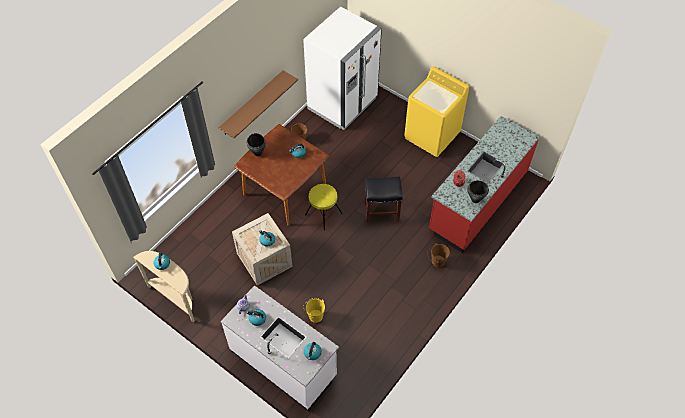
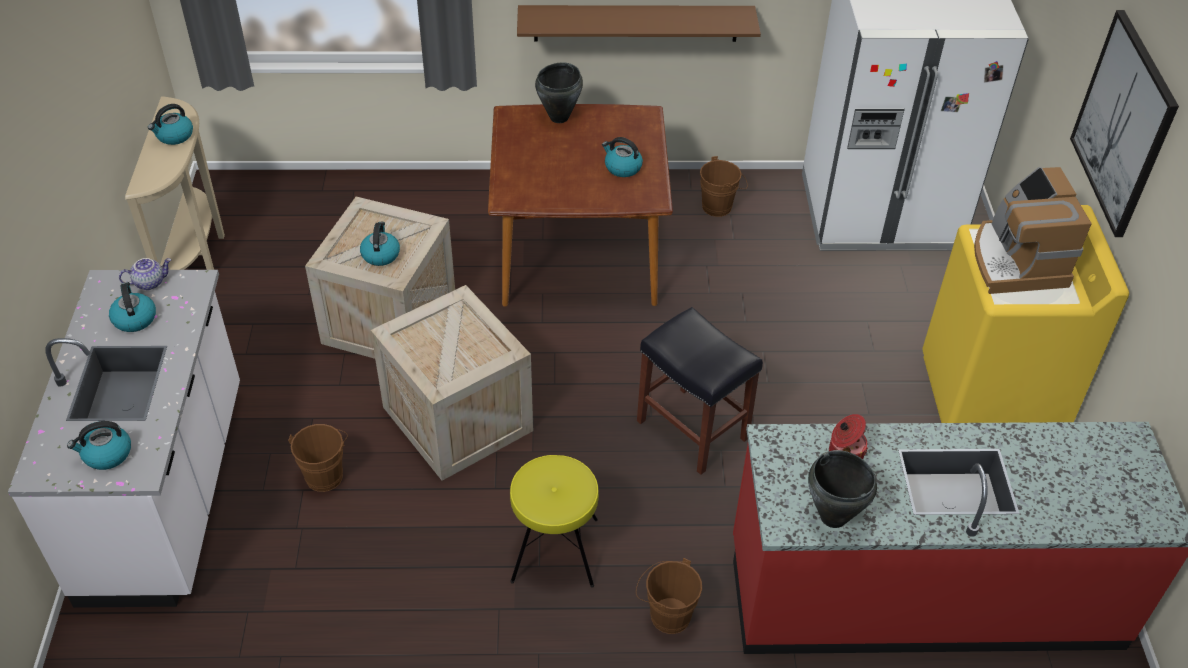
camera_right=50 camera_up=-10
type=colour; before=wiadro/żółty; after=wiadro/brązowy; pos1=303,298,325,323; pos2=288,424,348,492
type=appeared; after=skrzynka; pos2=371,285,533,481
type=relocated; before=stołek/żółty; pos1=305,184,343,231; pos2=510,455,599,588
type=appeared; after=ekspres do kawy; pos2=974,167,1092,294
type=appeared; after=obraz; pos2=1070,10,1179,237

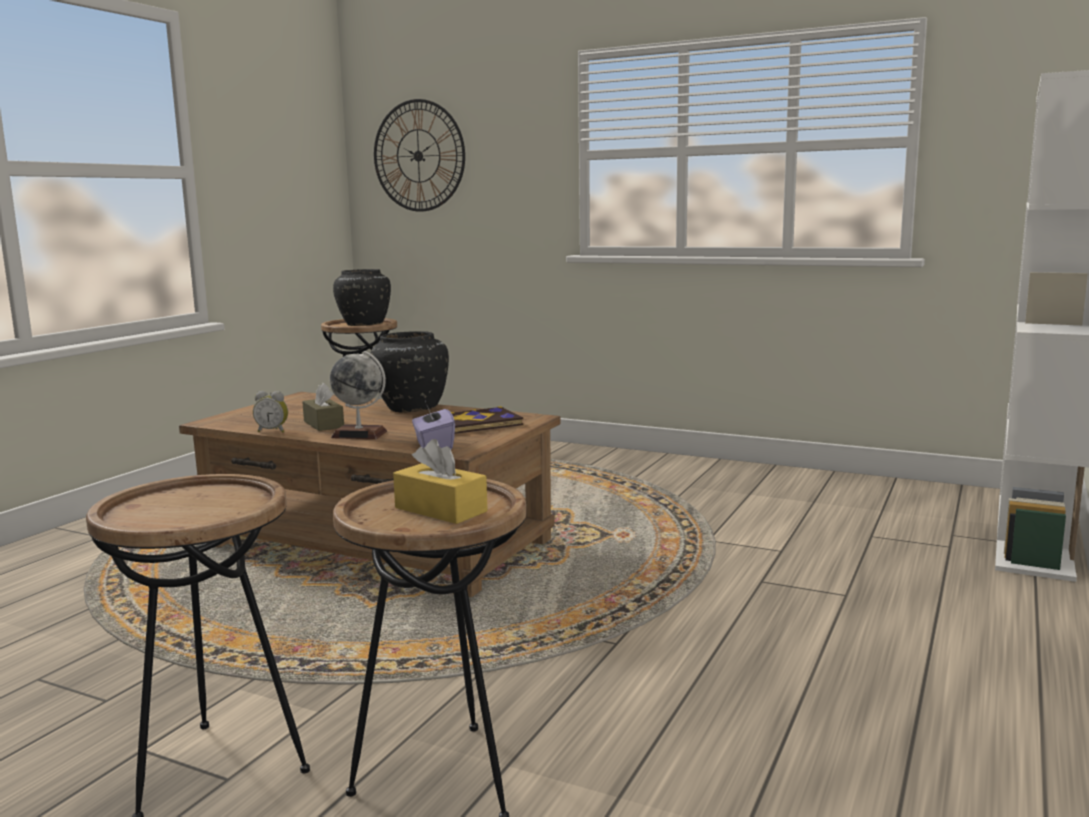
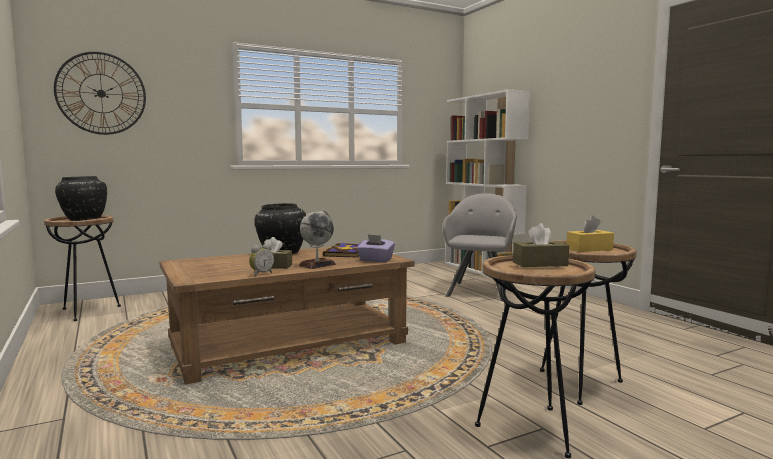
camera_right=-55 camera_up=-5
type=appeared; after=fotel/szary; pos2=443,193,517,302
type=appeared; after=pudełko chusteczek/brązowy; pos2=513,223,569,267

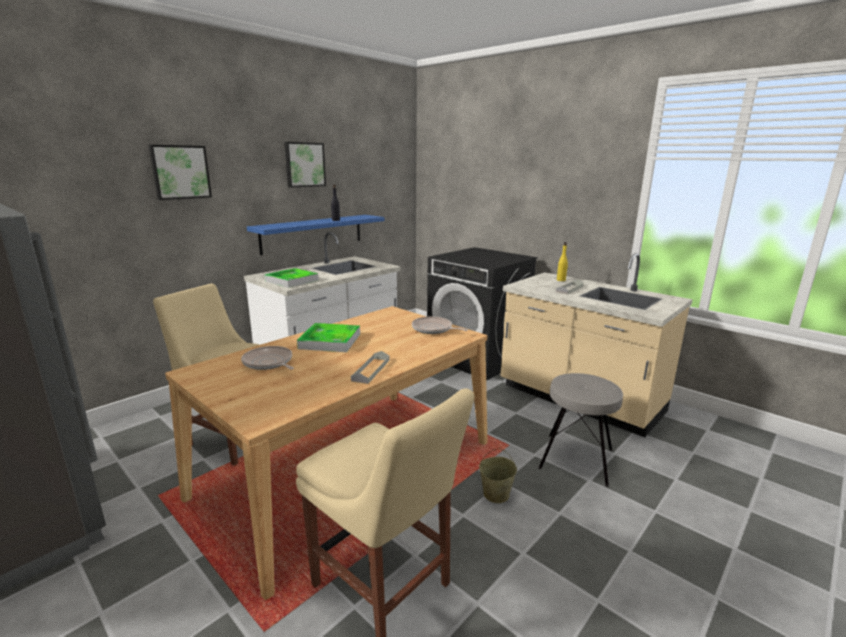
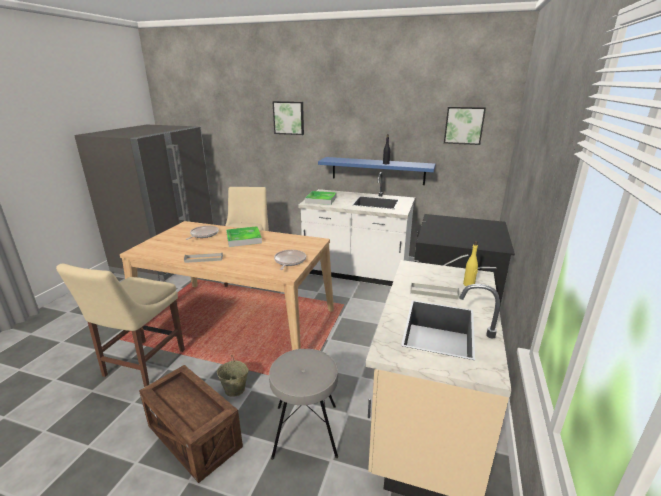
camera_right=65 camera_up=5
type=appeared; after=skrzynka; pos2=139,365,243,483
type=relocated; before=obraz; pos1=284,142,326,188; pos2=444,107,486,145

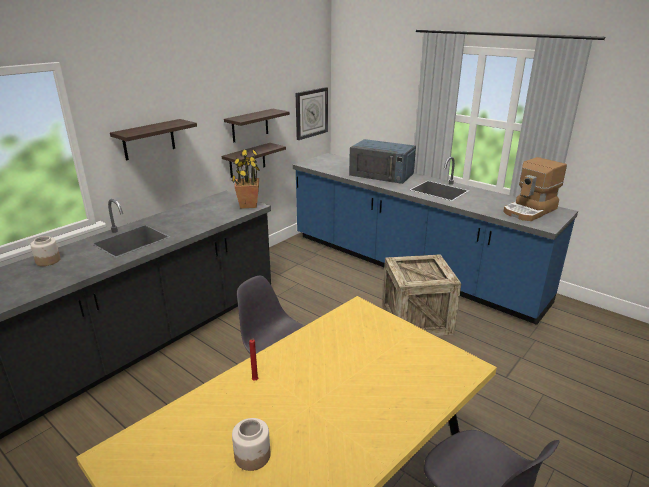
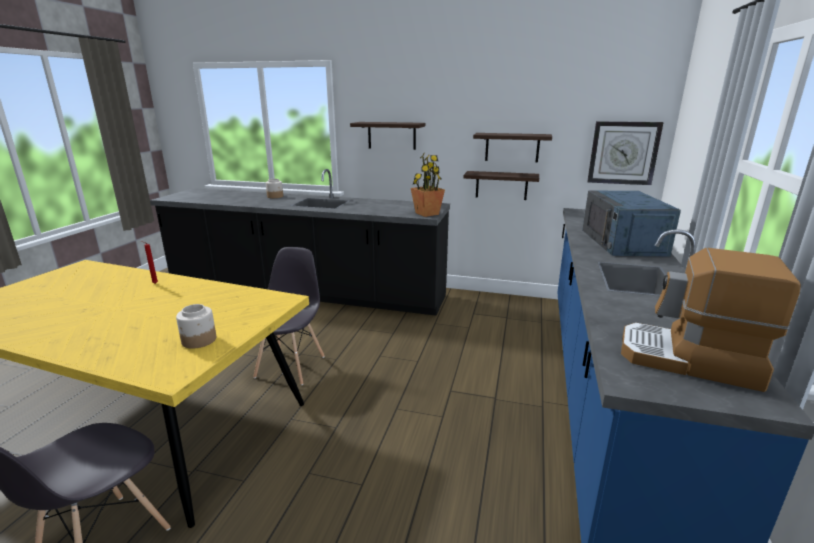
camera_right=65 camera_up=-5
type=relocated; before=słoik; pos1=232,418,270,471; pos2=176,304,216,349
type=missing; before=skrzynka; pos1=382,254,462,336

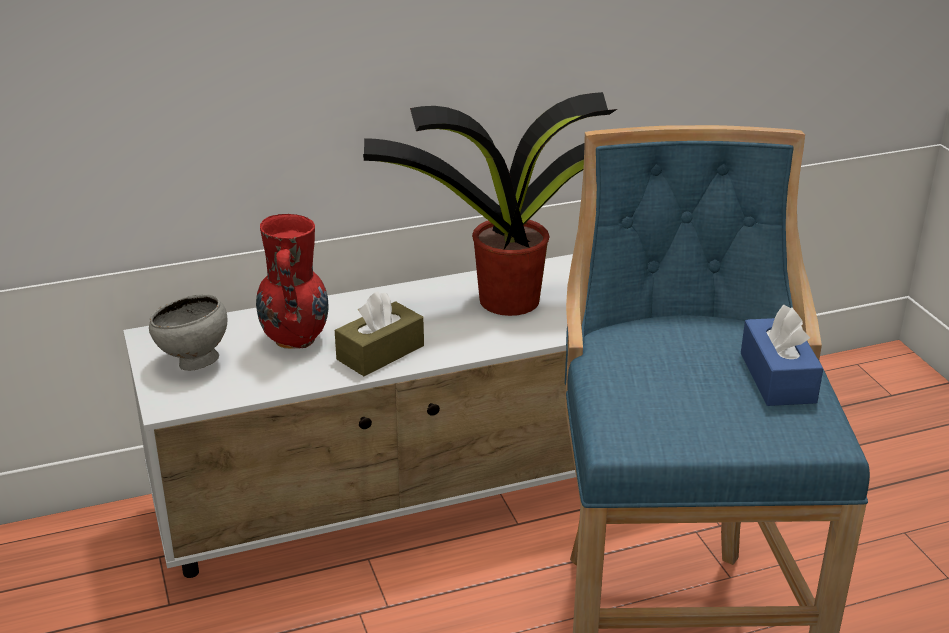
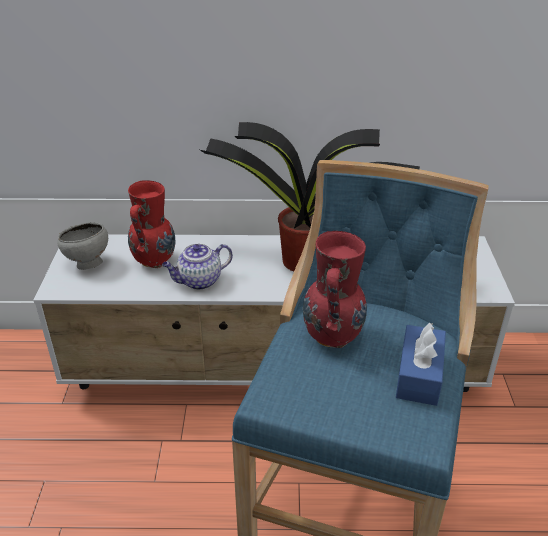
camera_right=20 camera_up=5
type=exchanged; before=pudełko chusteczek/brązowy; after=imbryk; pos1=335,291,424,376; pos2=162,243,233,290
type=appeared; after=wazon/czerwony; pos2=303,231,367,348

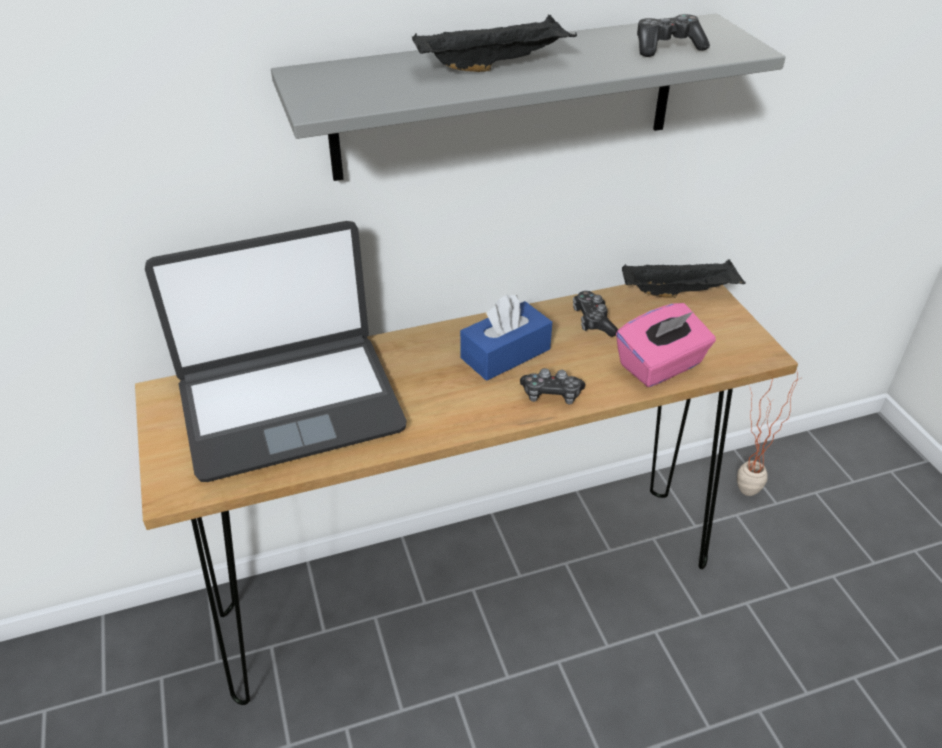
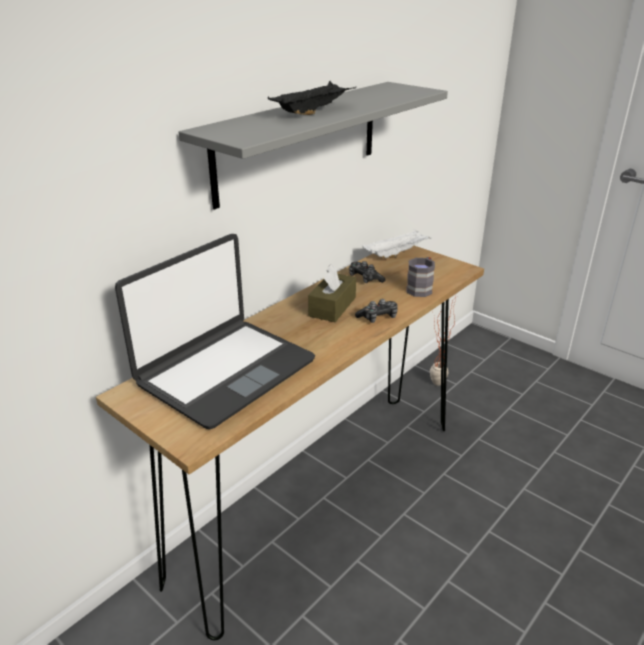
camera_right=-30 camera_up=-10
type=colour; before=pudełko chusteczek/niebieski; after=pudełko chusteczek/brązowy; pos1=460,294,552,381; pos2=308,264,356,322
type=colour; before=taca/czarny; after=taca/biały; pos1=622,259,746,298; pos2=363,229,432,258
type=exchanged; before=pudełko chusteczek/różowy; after=kubek/szary; pos1=616,303,716,387; pos2=406,257,435,297
type=missing; before=pad do gier; pos1=637,14,710,57

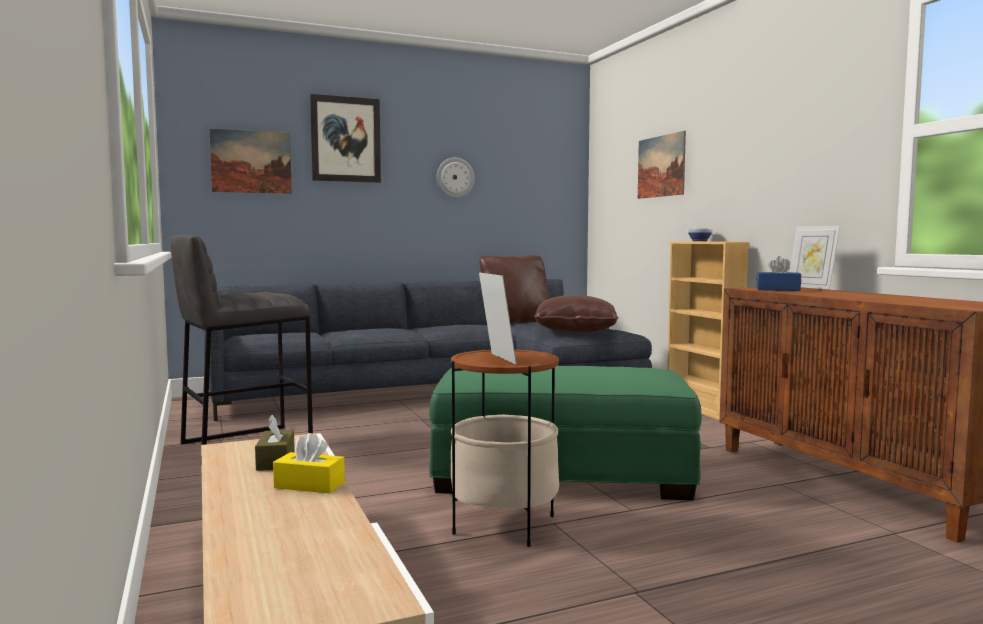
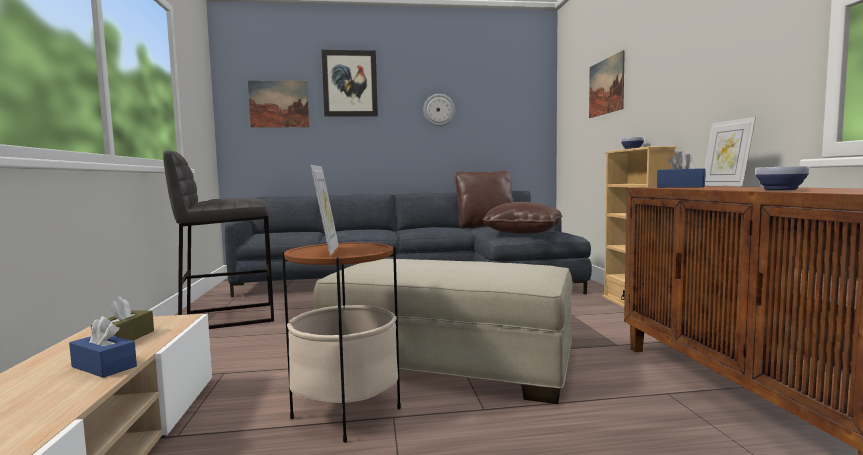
camera_right=15 camera_up=0
type=colour; before=pudełko chusteczek/żółty; after=pudełko chusteczek/niebieski; pos1=273,433,345,494; pos2=69,316,137,378
type=colour; before=pufa/zielony; after=pufa/beżowy; pos1=429,366,702,500; pos2=313,259,573,404
type=appeared; after=miska; pos2=755,166,810,190

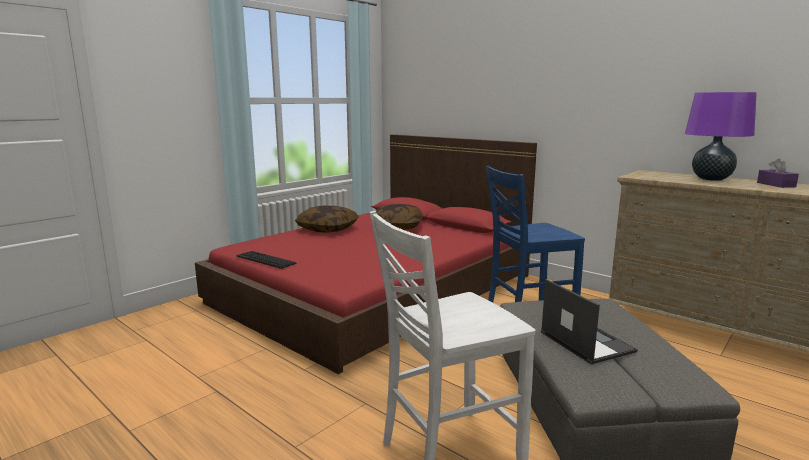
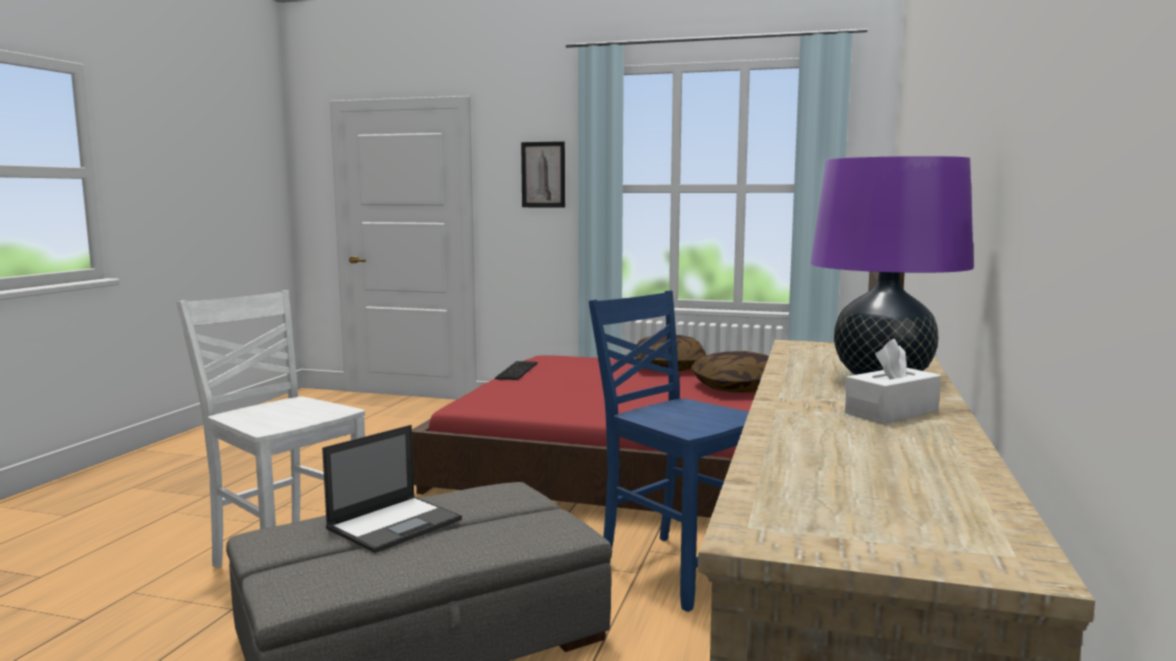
camera_right=65 camera_up=-5
type=appeared; after=obraz; pos2=521,141,565,208
type=colour; before=pudełko chusteczek/fioletowy; after=pudełko chusteczek/biały; pos1=757,159,799,188; pos2=845,339,941,424

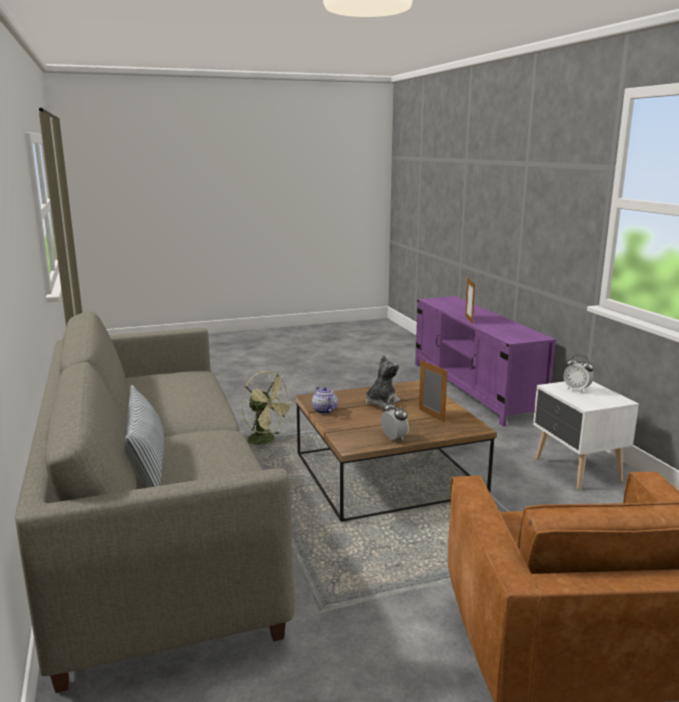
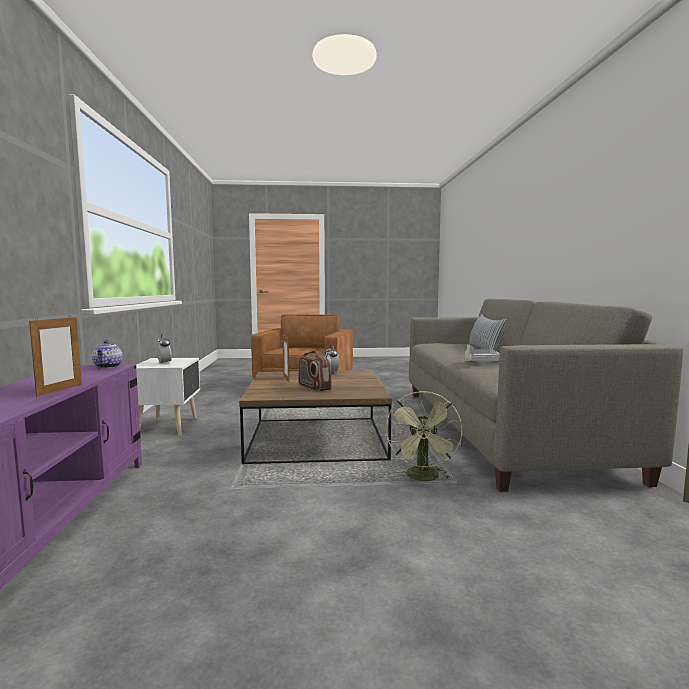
camera_right=-165 camera_up=-10
type=relocated; before=imbryk; pos1=312,387,338,414; pos2=92,340,123,368
type=exchanged; before=pluszak; after=radio; pos1=366,355,400,408; pos2=298,351,332,392
type=spun; before=wentylator/zielony; pos1=241,371,295,450; pos2=386,391,462,481; turn=-135
type=appeared; after=taca/szary; pos2=465,345,500,362

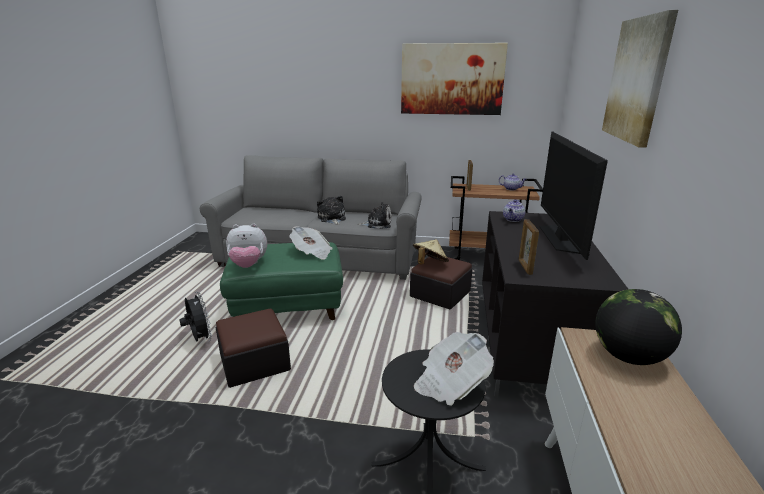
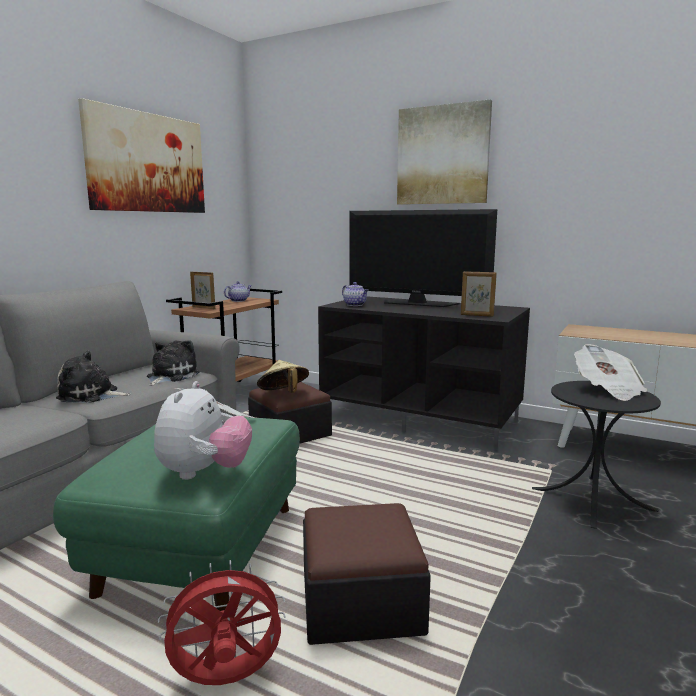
camera_right=-70 camera_up=-10
type=colour; before=wentylator/czarny; after=wentylator/czerwony; pos1=179,292,212,342; pos2=158,560,286,685
type=missing; before=globus; pos1=595,289,682,365

